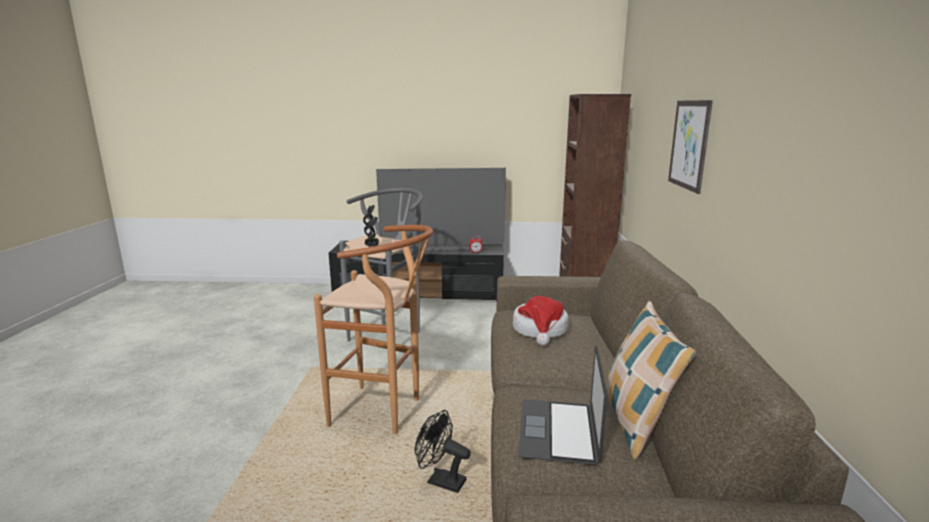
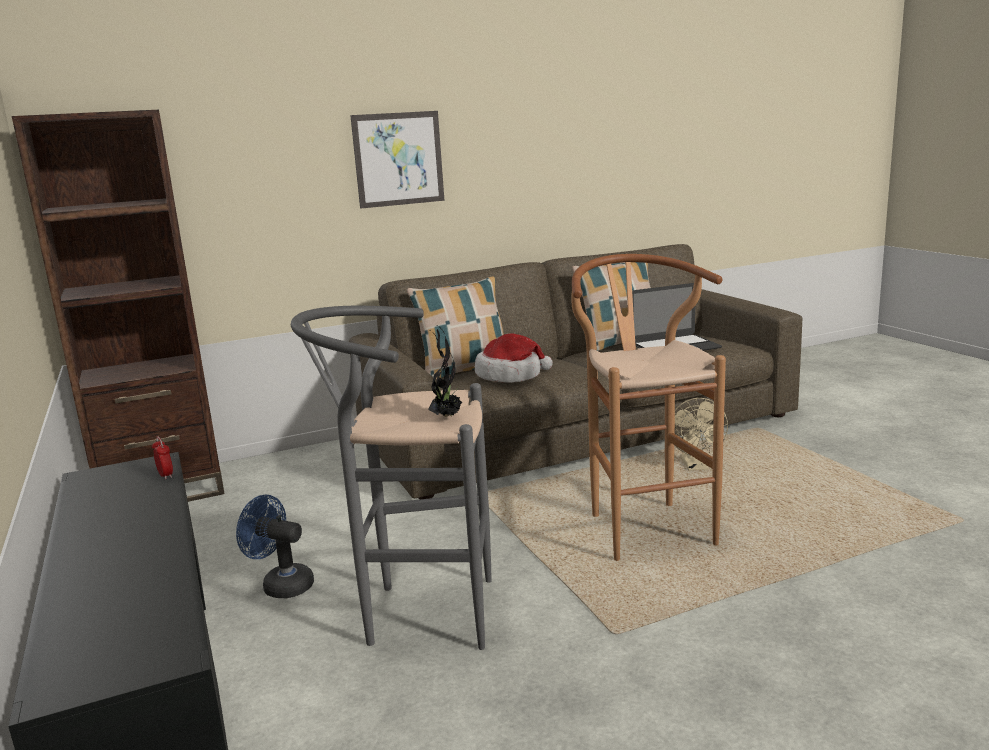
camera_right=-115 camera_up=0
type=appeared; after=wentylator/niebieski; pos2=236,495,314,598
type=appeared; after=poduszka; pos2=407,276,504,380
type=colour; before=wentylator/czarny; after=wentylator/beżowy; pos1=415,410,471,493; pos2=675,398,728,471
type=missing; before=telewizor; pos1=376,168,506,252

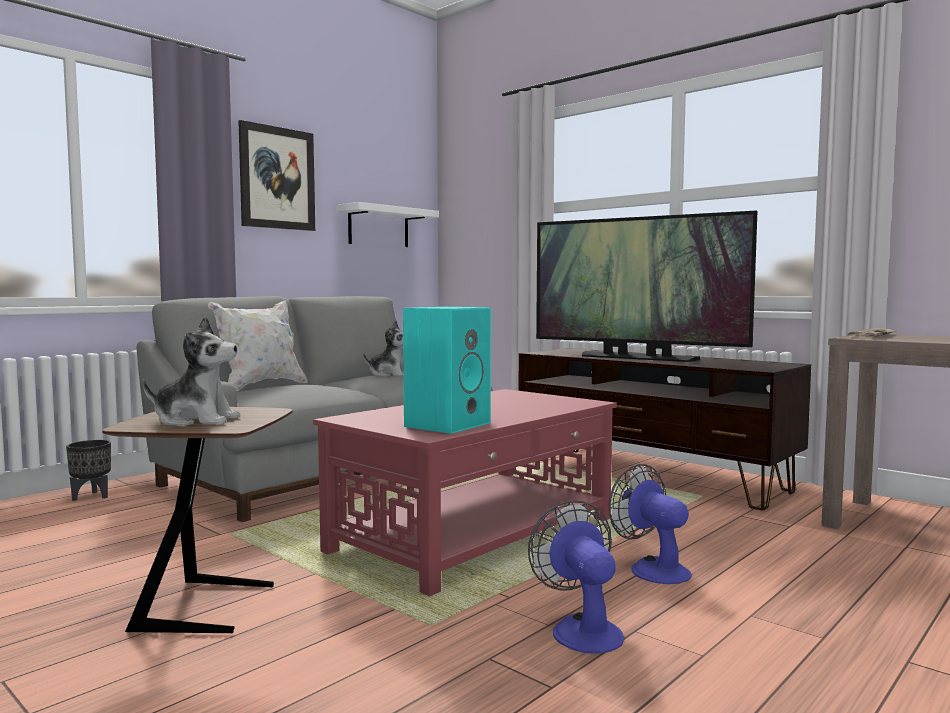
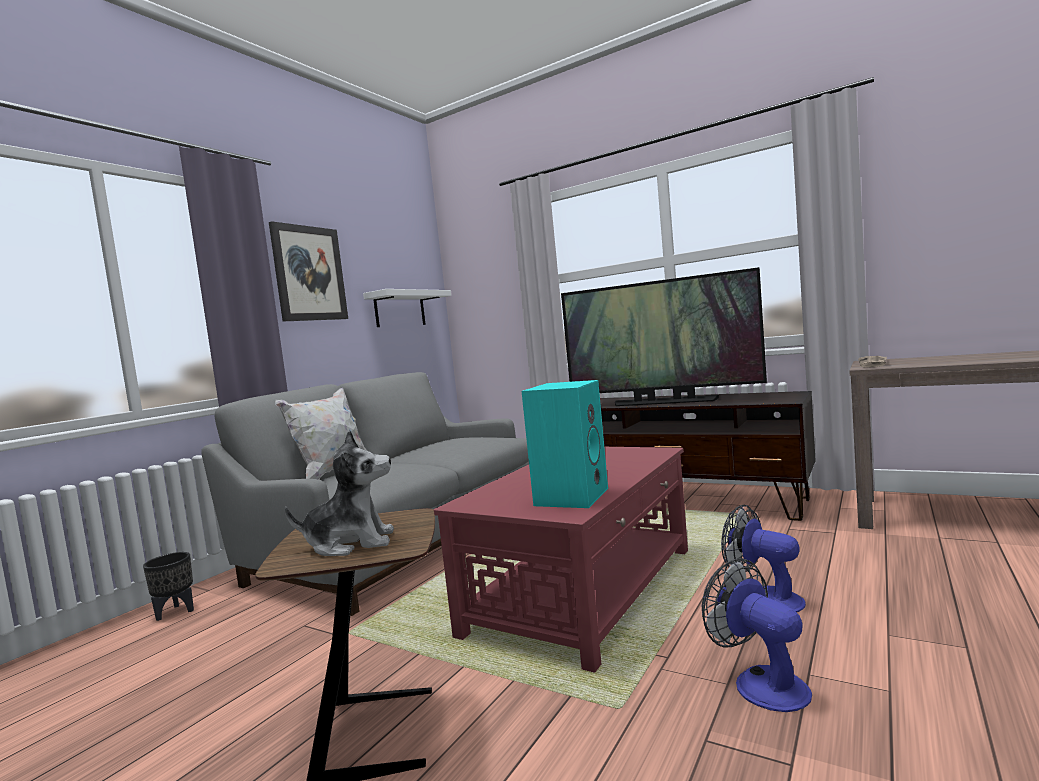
camera_right=-10 camera_up=0
type=missing; before=pluszak; pos1=363,320,404,377

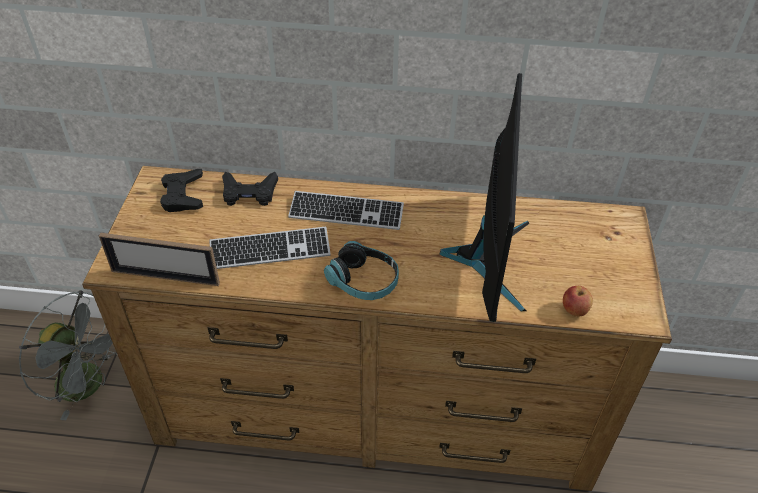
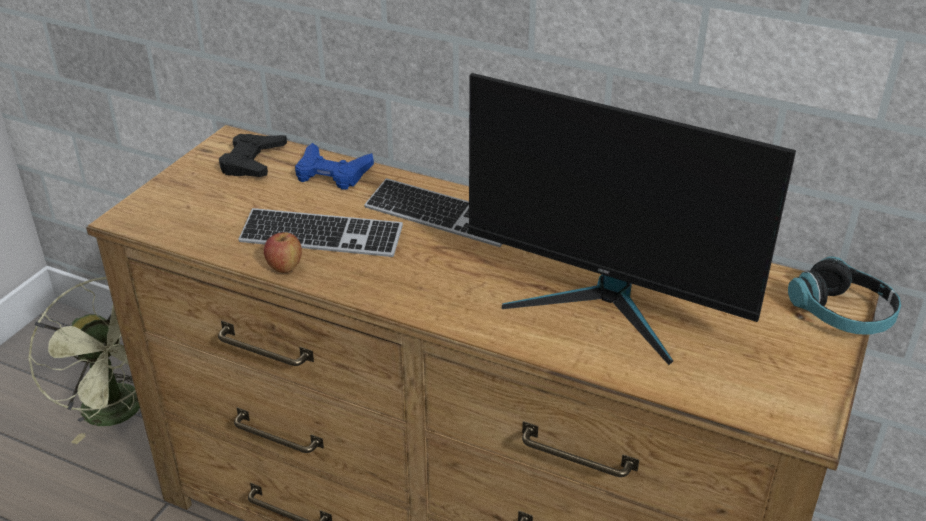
camera_right=20 camera_up=-10
type=colour; before=wentylator/szary; after=wentylator/zielony; pos1=19,291,118,420; pos2=28,277,140,444
type=relocated; before=jabłko; pos1=563,286,593,317; pos2=264,232,302,273
type=colour; before=pad do gier/czarny; after=pad do gier/niebieski; pos1=222,172,278,206; pos2=295,143,374,190
type=spun; before=monitor; pos1=439,73,529,322; pos2=468,73,796,365; turn=90
type=relocated; before=słuchawki; pos1=324,241,399,300; pos2=788,256,901,335
type=missing; before=ramka na zdjęcie; pos1=99,233,220,286

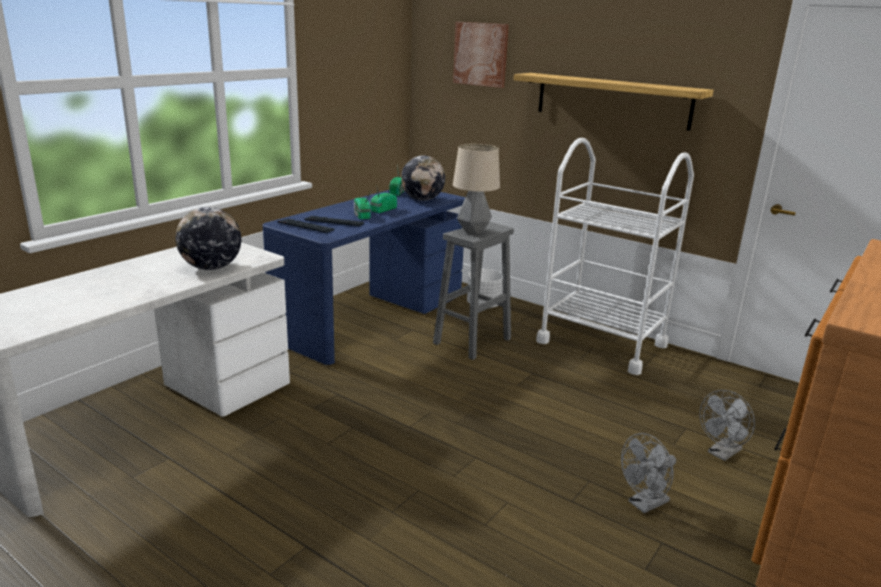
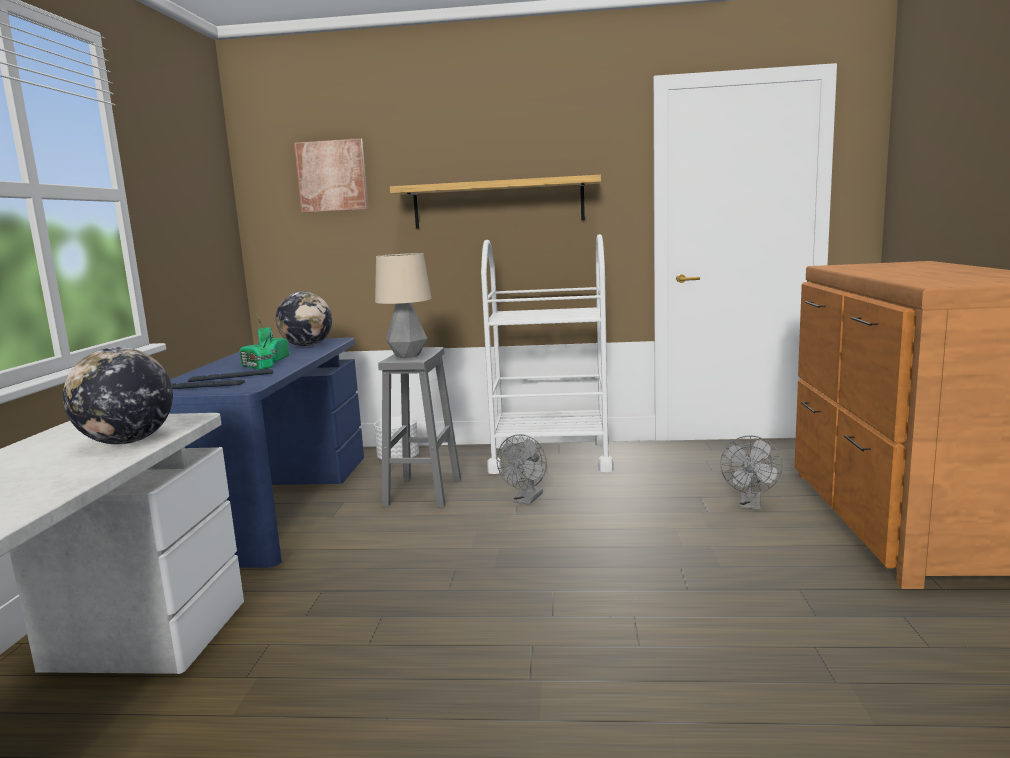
camera_right=-30 camera_up=-10
type=relocated; before=wentylator/szary; pos1=621,433,676,513; pos2=497,434,547,505

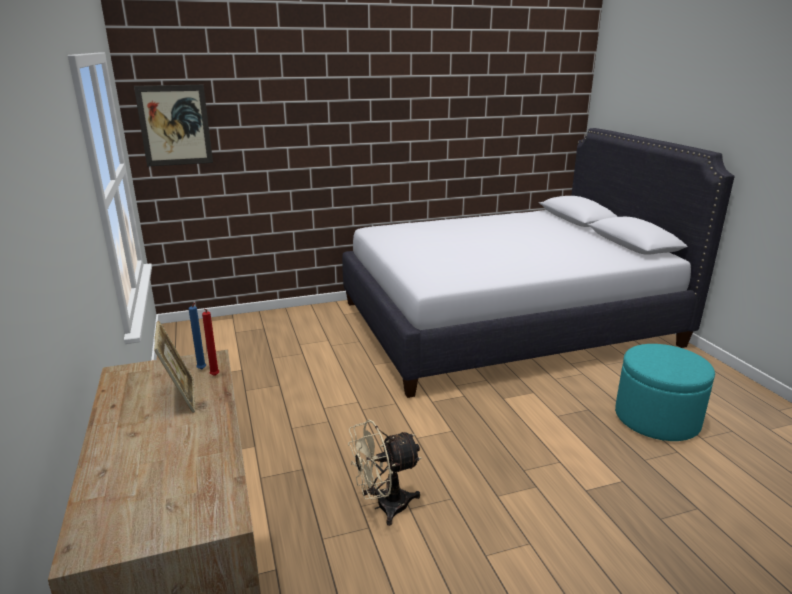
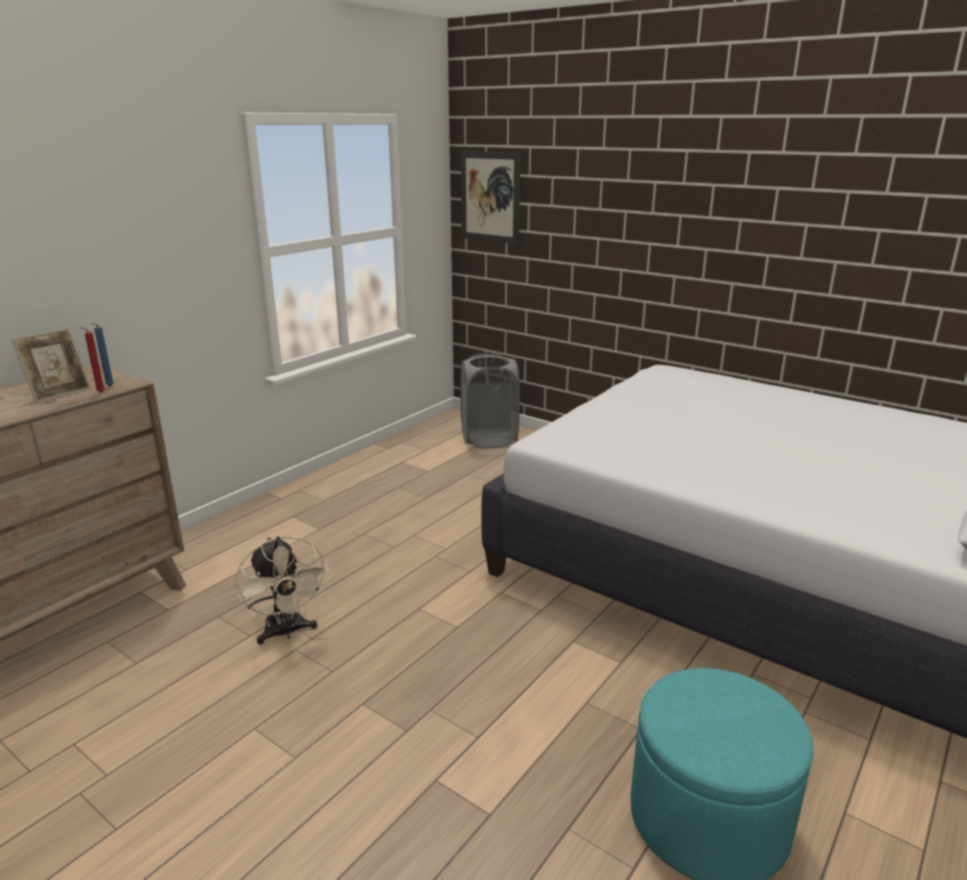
camera_right=55 camera_up=0
type=spun; before=wentylator/beżowy; pos1=348,420,421,526; pos2=235,536,329,645; turn=-150
type=appeared; after=kosz na pranie/szary; pos2=460,353,520,448

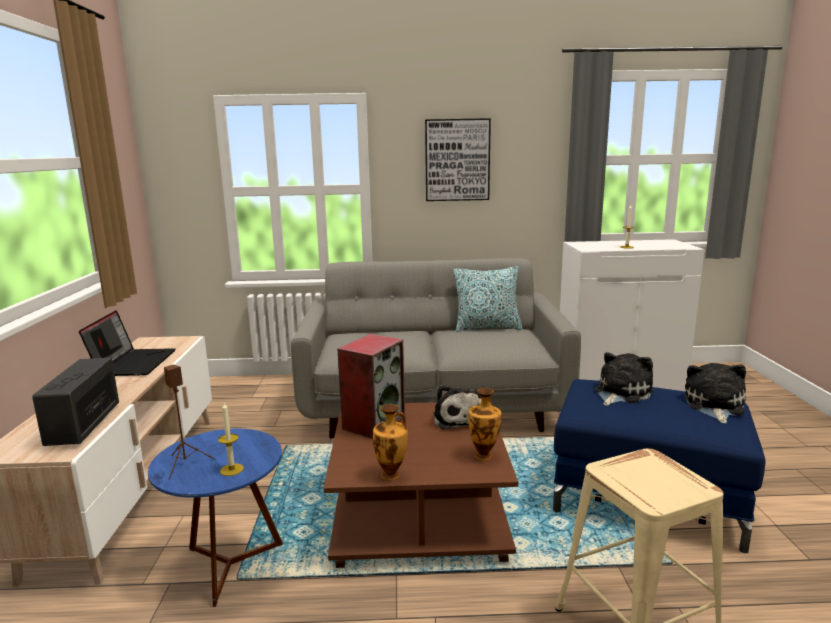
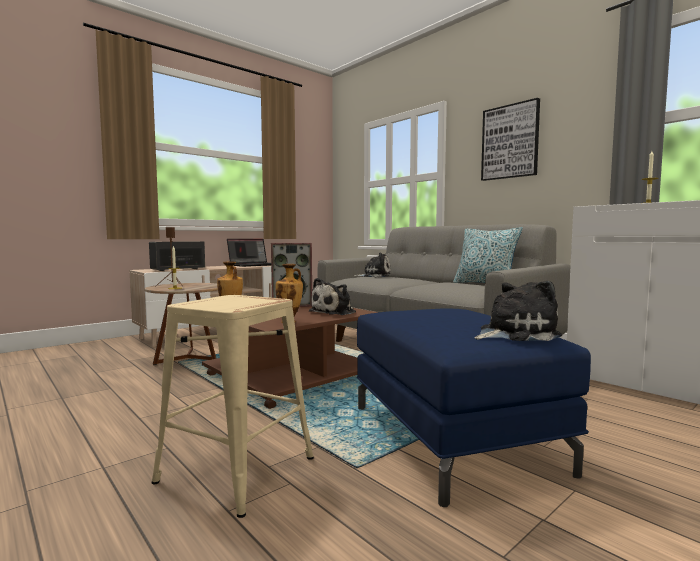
camera_right=50 camera_up=-10
type=colour; before=stolik/niebieski; after=stolik/brązowy; pos1=148,429,283,607; pos2=145,283,218,365
type=relocated; before=pluszak; pos1=595,352,653,406; pos2=354,253,391,278

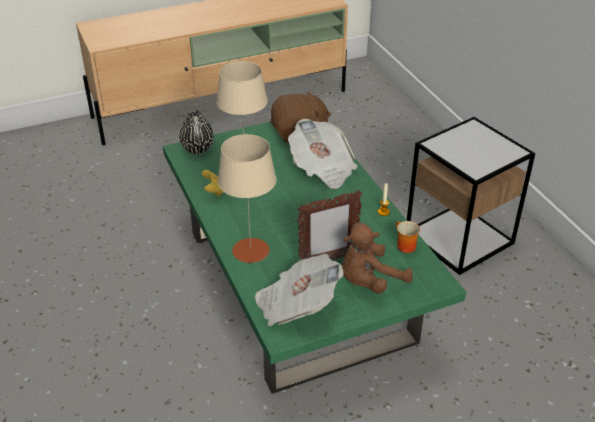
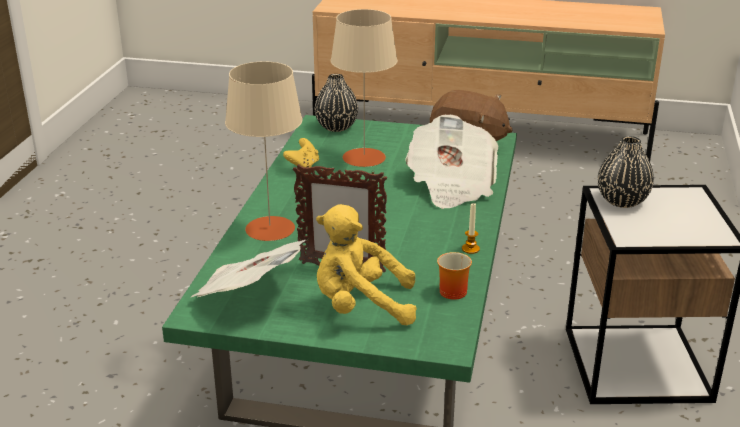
camera_right=35 camera_up=-10
type=colour; before=pluszak/brązowy; after=pluszak/żółty; pos1=342,223,413,294; pos2=316,204,417,325
type=appeared; after=wazon/czarny; pos2=598,136,654,208

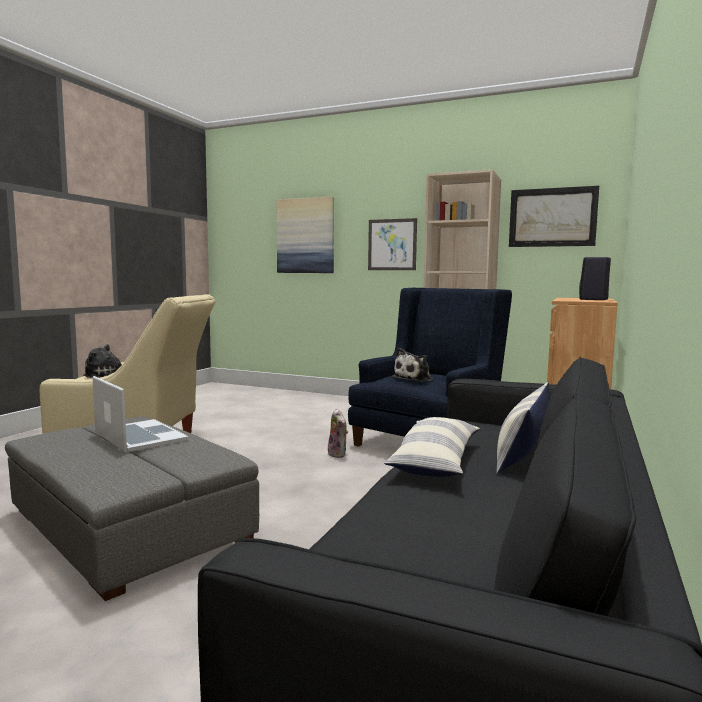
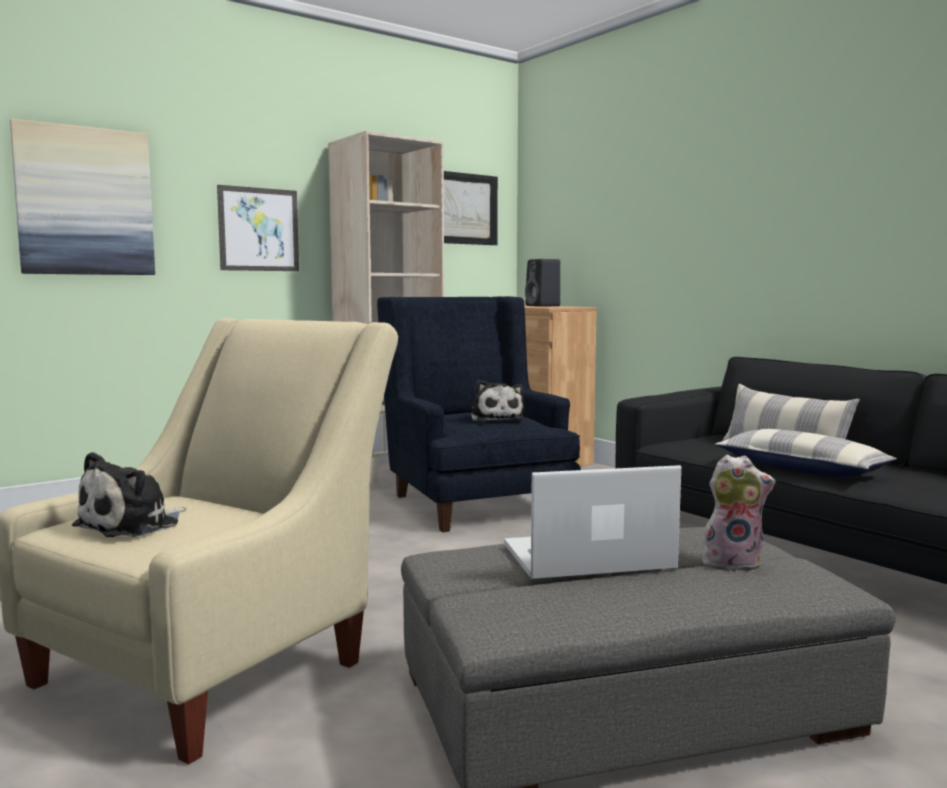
camera_right=-60 camera_up=0
type=relocated; before=pluszak; pos1=328,408,348,458; pos2=703,455,775,572

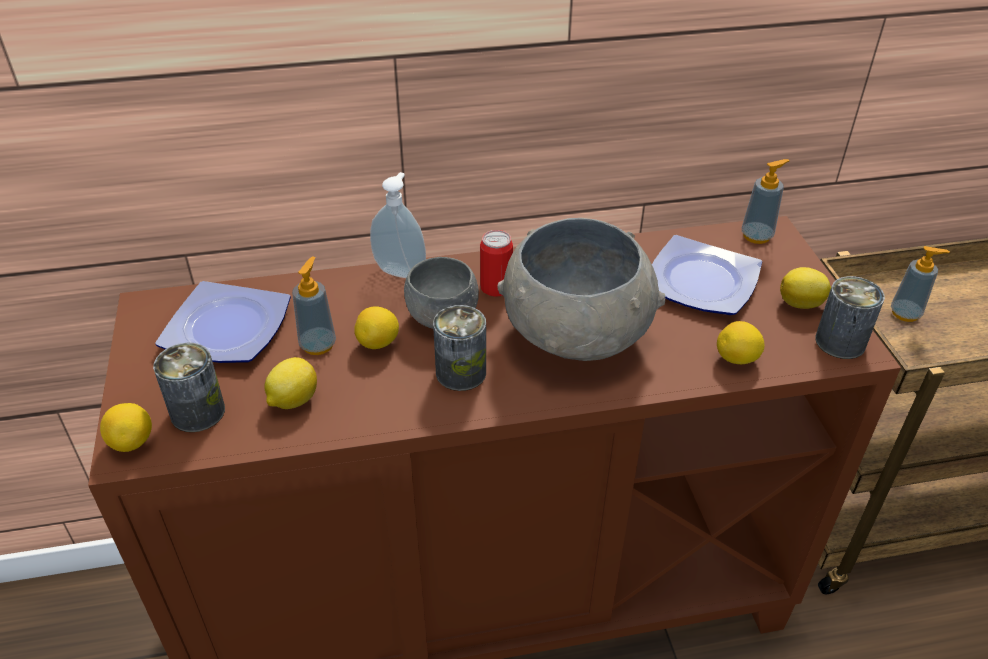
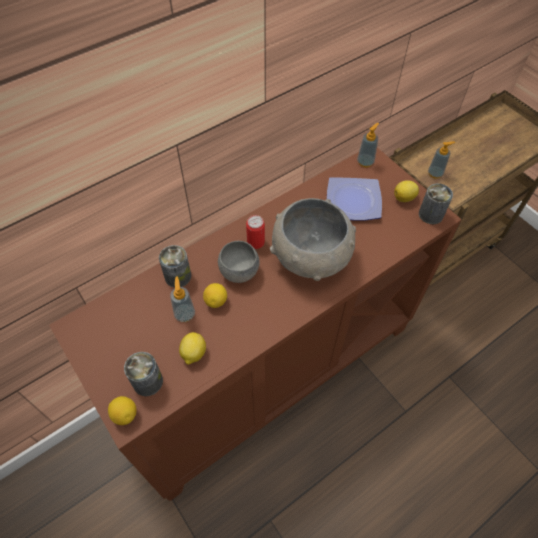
camera_right=-25 camera_up=15
type=relocated; before=puszka; pos1=433,305,486,391; pos2=159,245,191,288
type=missing; before=talerz; pos1=155,281,291,363
type=missing; before=dozownik mydła; pos1=370,172,426,278
type=missing; before=cytryna; pos1=717,321,764,364

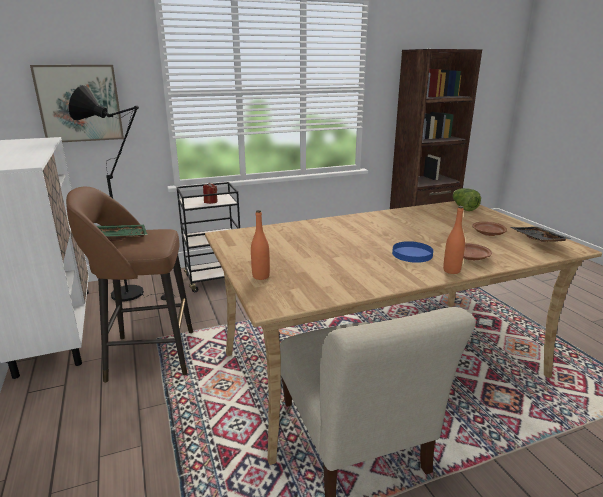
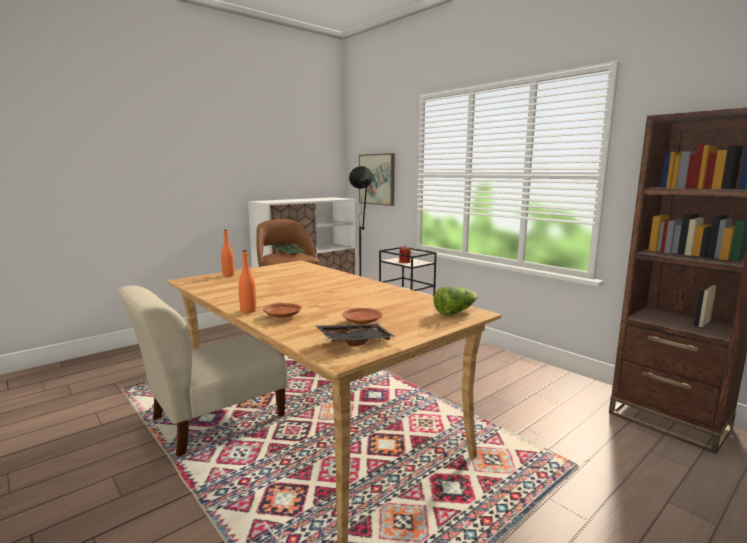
camera_right=70 camera_up=-10
type=missing; before=talerz/niebieski; pos1=392,241,433,263

